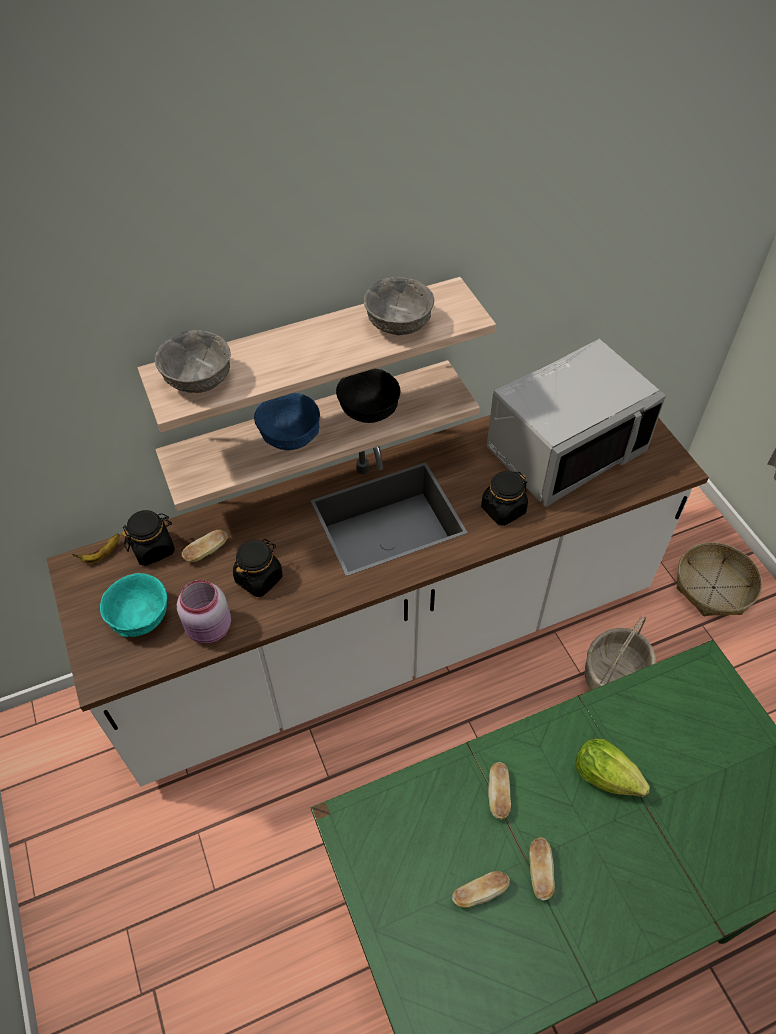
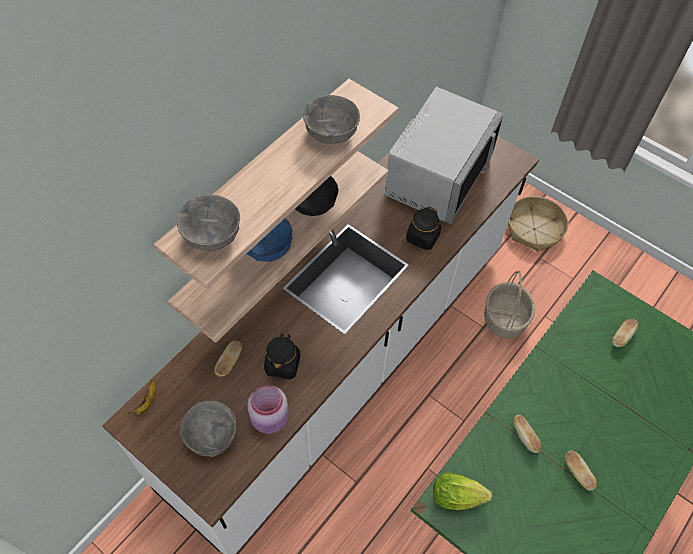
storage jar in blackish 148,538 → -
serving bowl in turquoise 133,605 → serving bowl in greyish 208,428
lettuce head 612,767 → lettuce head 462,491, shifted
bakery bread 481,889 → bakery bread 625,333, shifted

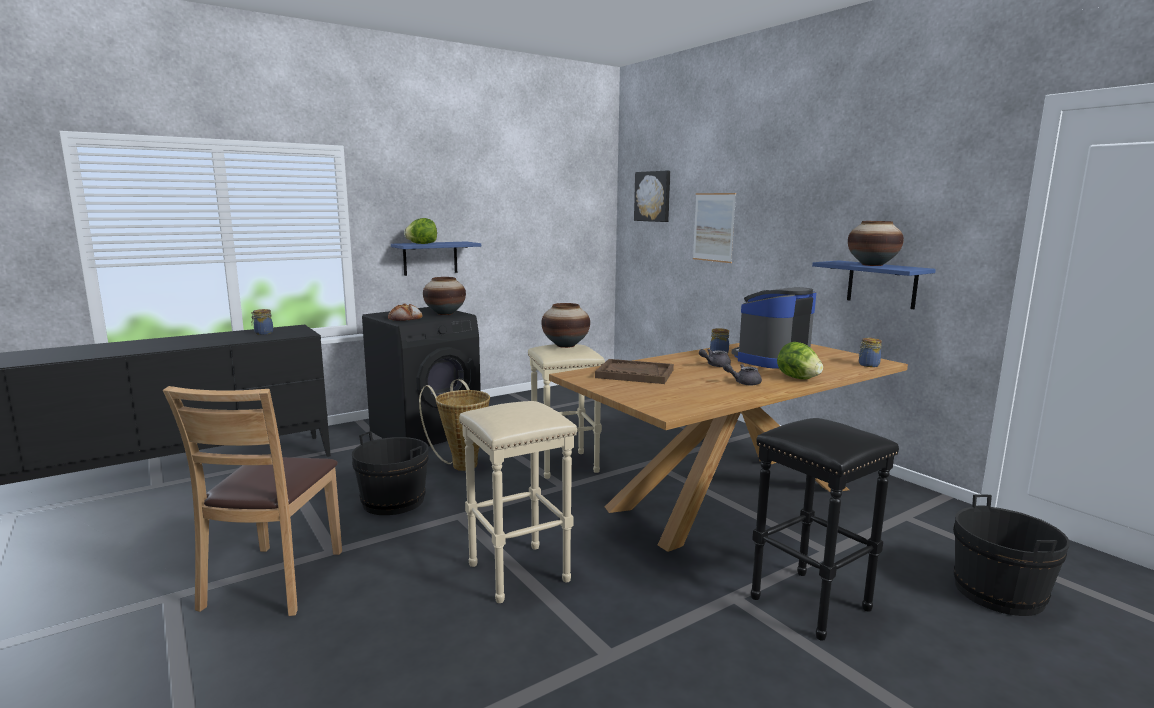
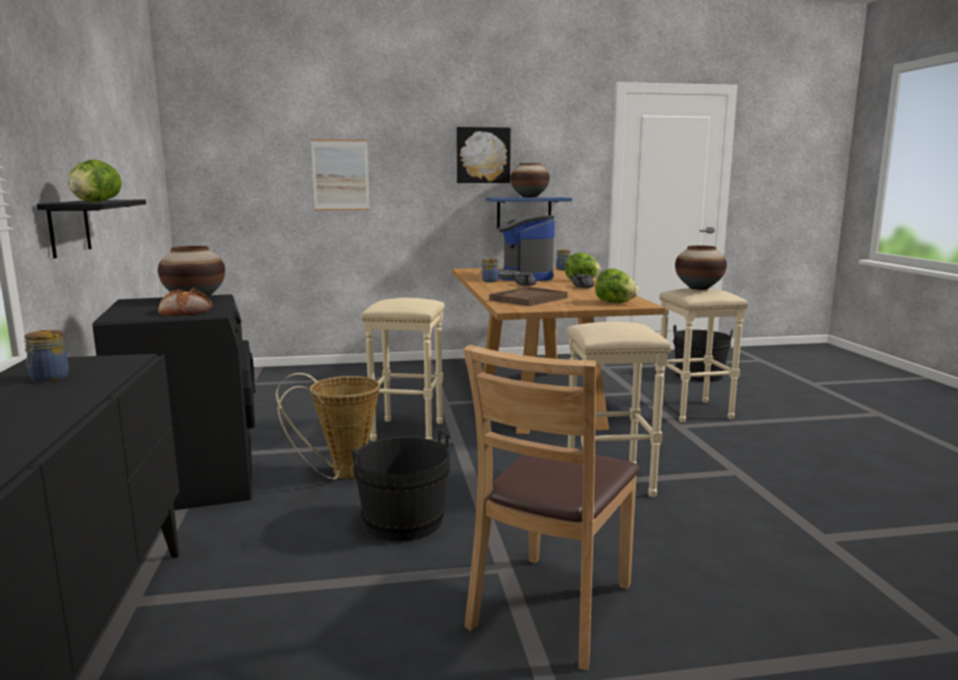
wall picture 652,196 → wall picture 483,155, shifted
wall shelf in bluish 436,258 → wall shelf in blackish 91,229
decorative vase 565,325 → decorative vase 701,267, shifted
plain chair in brown-coloured 252,501 → plain chair in brown-coloured 551,507, 90 degrees clockwise
stool seat in blackish 825,529 → stool seat in sand-coloured 703,355
- → lettuce head 617,286

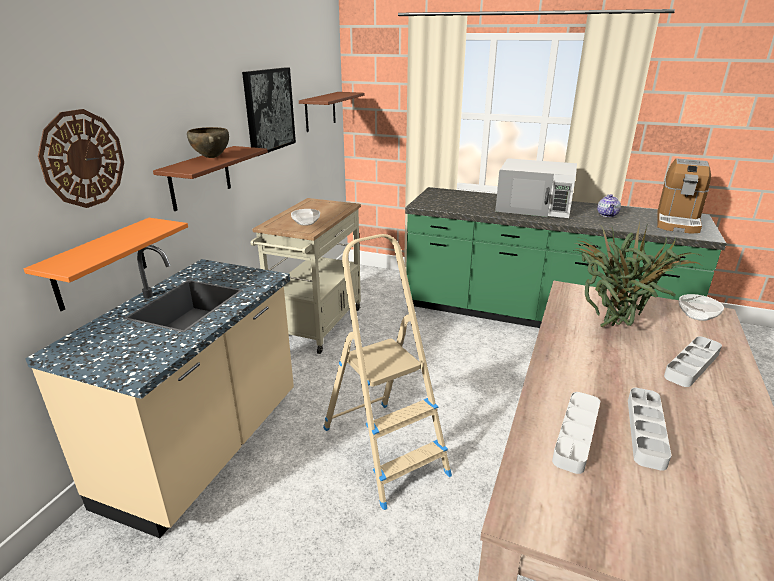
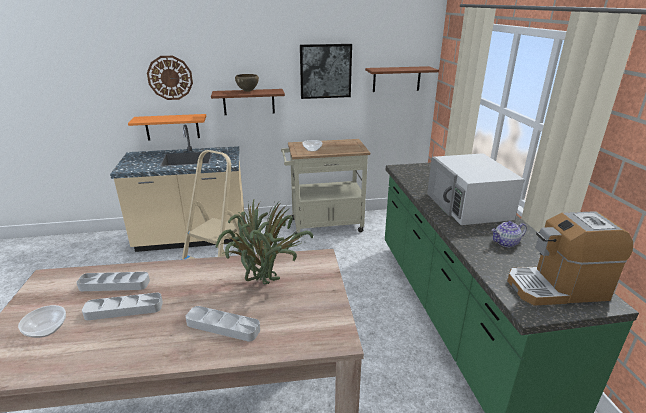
serving bowl 701,307 → serving bowl 42,321, shifted

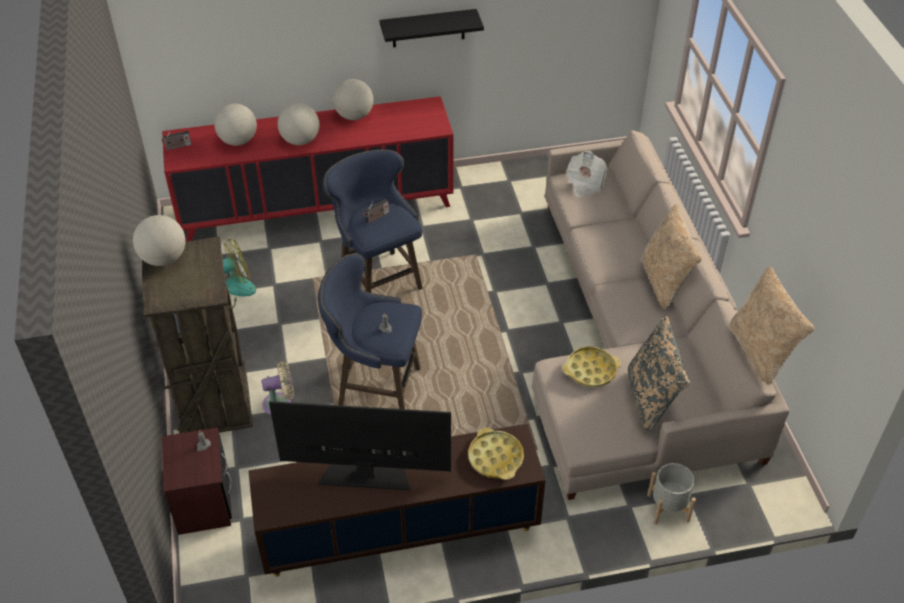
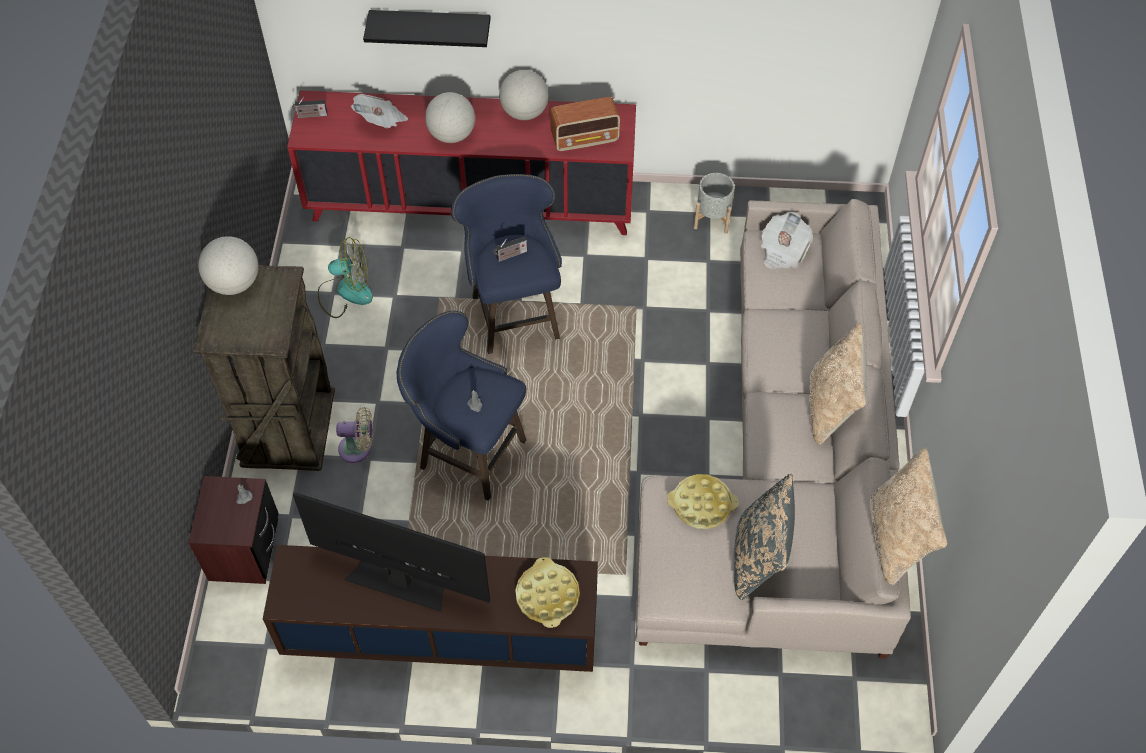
wall shelf in blackish 432,28 → wall shelf in blackish 427,28, shifted
globe 235,125 → printed paper 379,111
plant pot in greyish 671,494 → plant pot in greyish 714,203, shifted
- → radio set 585,124

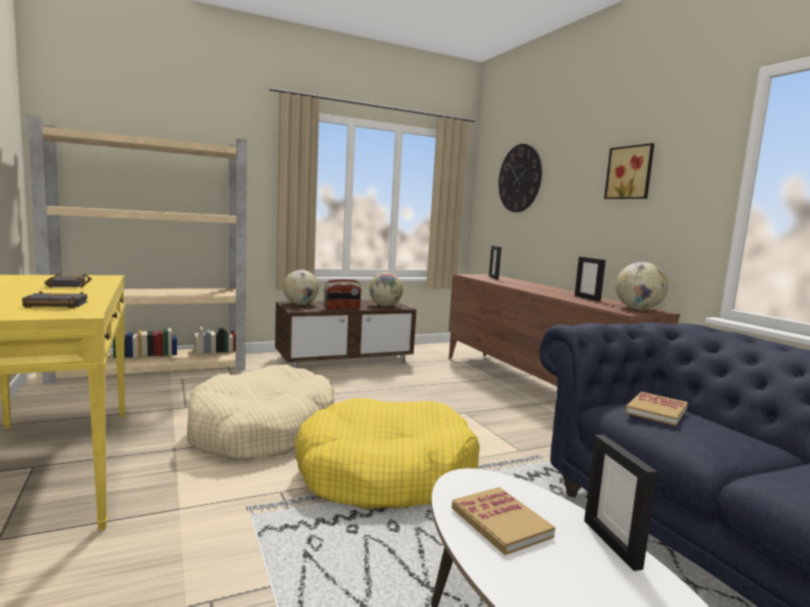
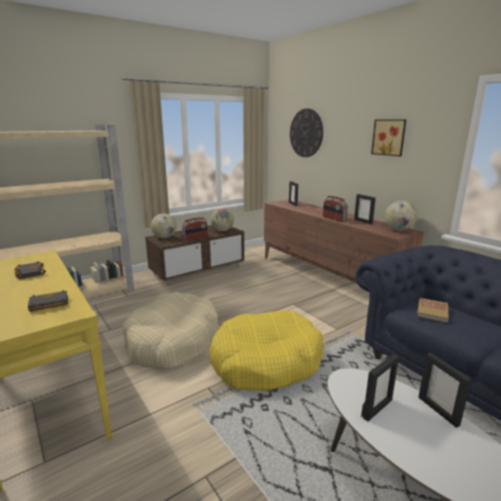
book 503,521 → standing frame 380,387
- → radio set 335,209

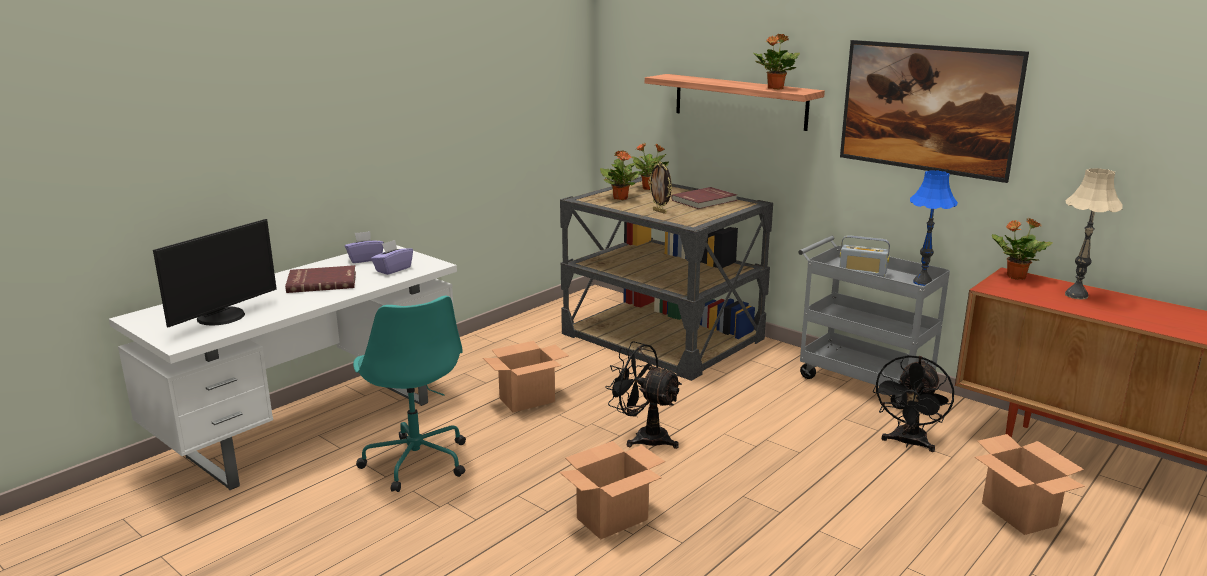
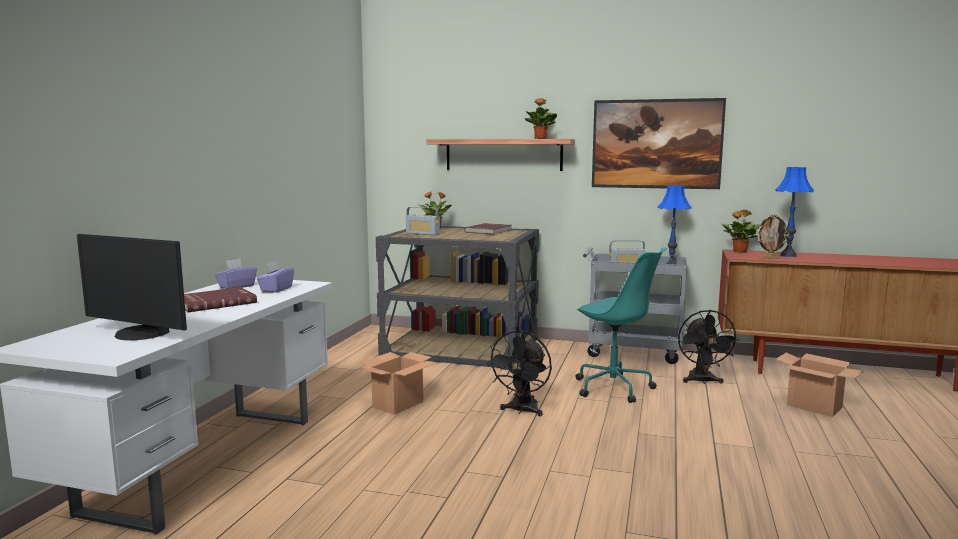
potted plant 619,175 → radio set 423,221
standing frame 660,188 → standing frame 773,236, shifted
table lamp in sand-coloured 1094,233 → table lamp in bluish 794,212
computer screen 215,273 → computer screen 132,287, 105 degrees clockwise
desk chair in turquoise 409,394 → desk chair in turquoise 621,325, shifted
electric fan in blackish 643,395 → electric fan in blackish 519,373, 75 degrees counterclockwise
packing box 612,490 → -

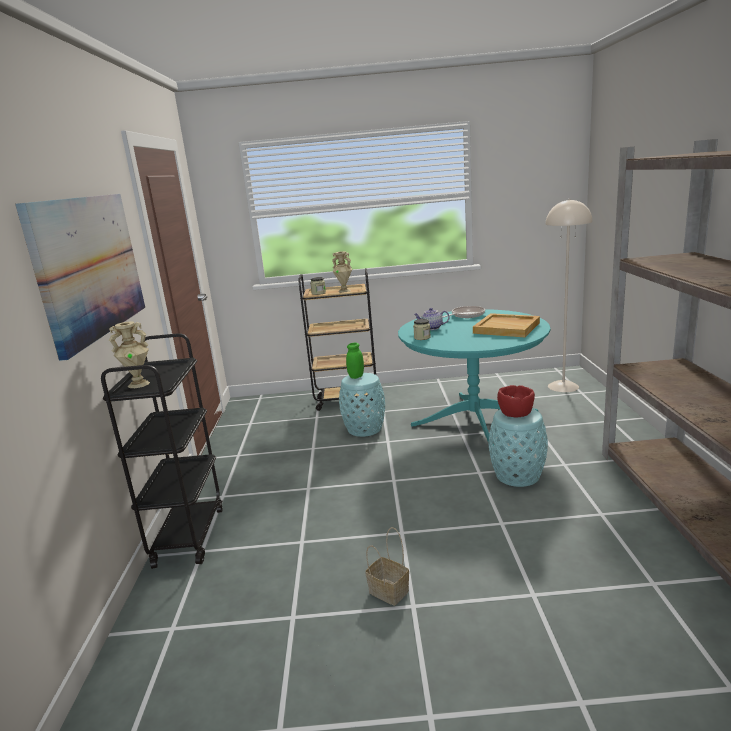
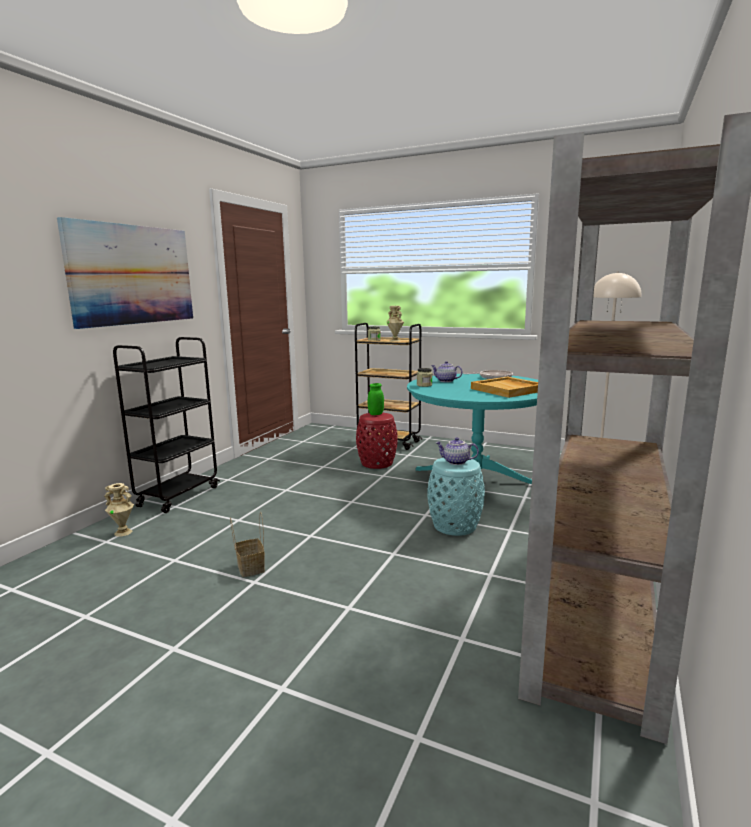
decorative vase in sand-coloured 129,354 → decorative vase in sand-coloured 119,510, shifted
stool seat in turquoise 362,405 → stool seat in red 377,441
serving bowl in red 516,401 → pot for tea 457,451

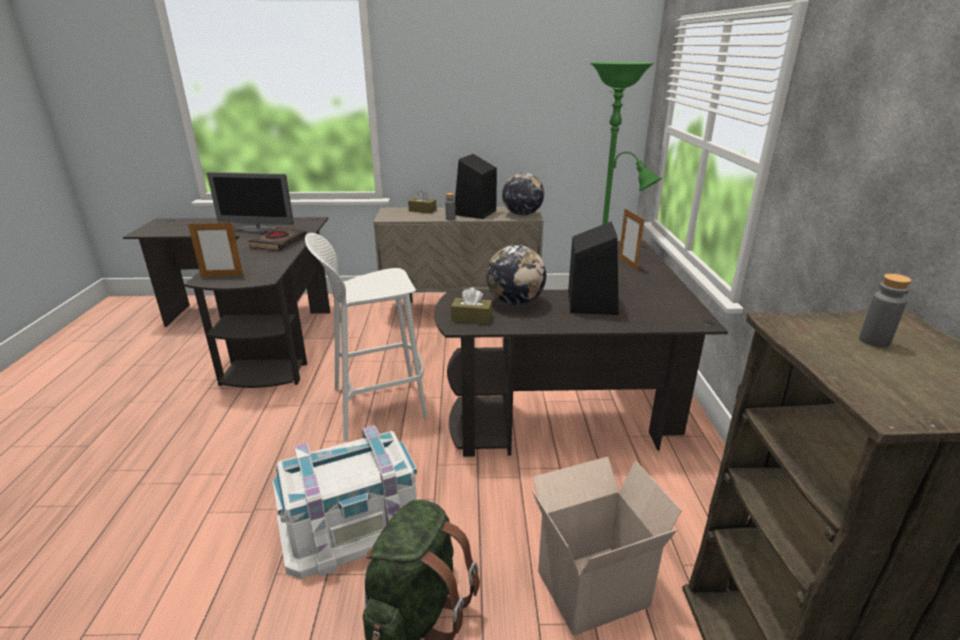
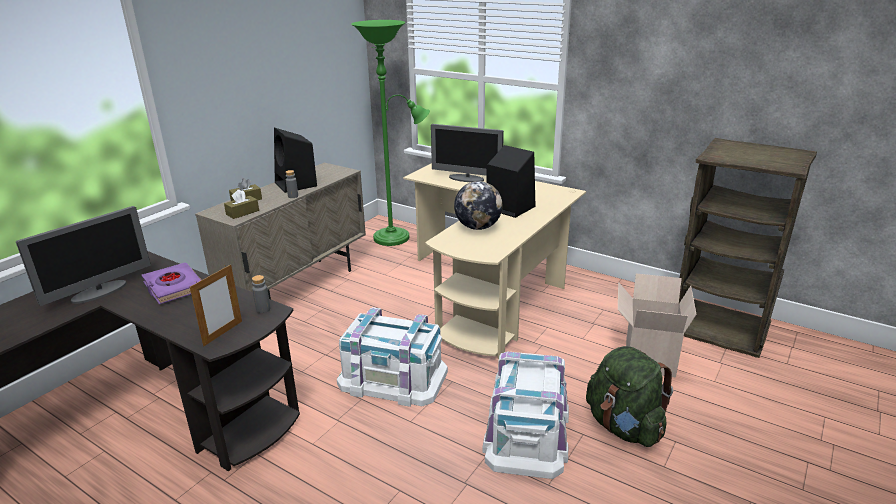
globe 523,194 → -
standing frame 631,240 → computer screen 467,153
book in blackish 278,239 → book in purplish 171,283
stool seat in white 366,337 → storage bin in white 392,357
desk in blackish 581,349 → desk in sand-coloured 494,261
bottle in greyish 885,310 → bottle in greyish 261,294, shifted
box of tissues in brown-coloured 471,305 → box of tissues in brown-coloured 241,204, shifted

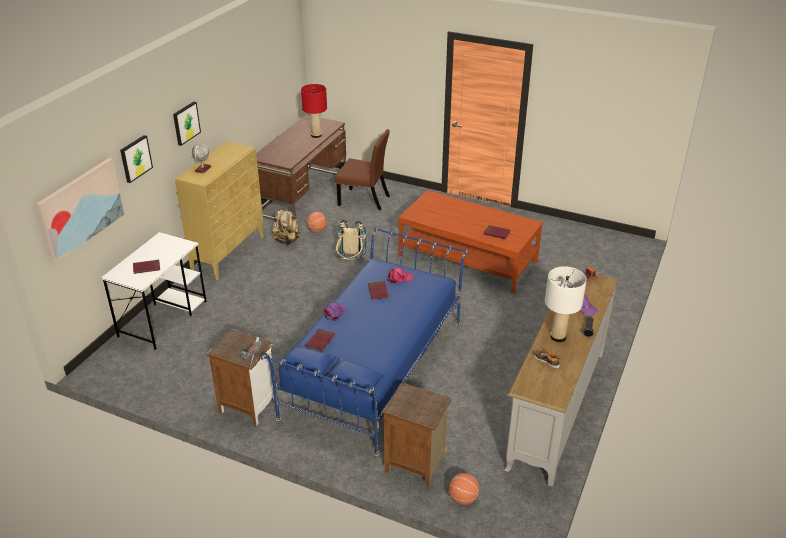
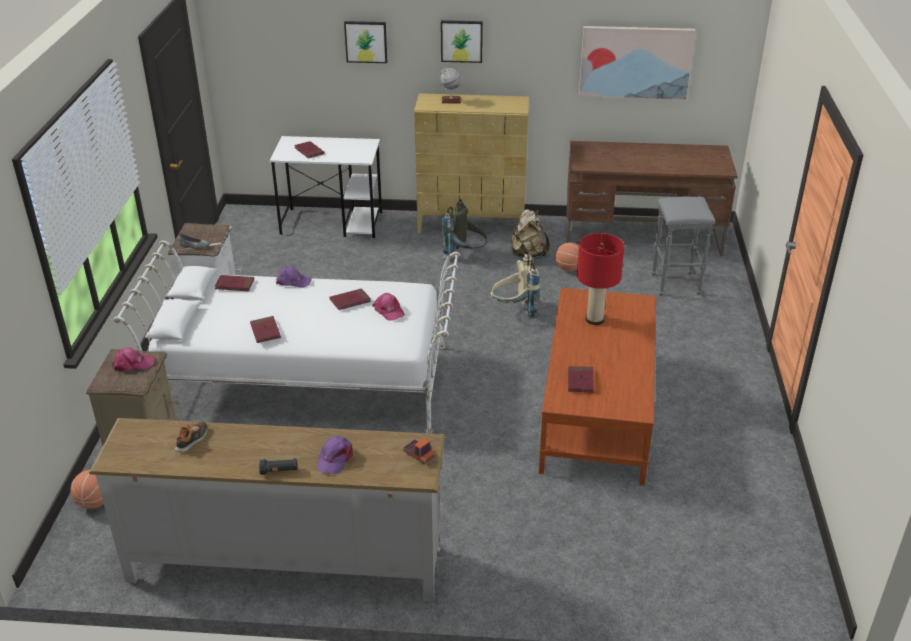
table lamp in red 314,111 → table lamp in red 600,279, shifted
plain chair in brown-coloured 362,169 → stool seat in greyish 683,246
wall picture 80,210 → wall picture 637,63, shifted
bedroom bed in bluish 364,341 → bedroom bed in white 286,337
table lamp in white 566,304 → -
- → rucksack in greyish 465,229
- → book in red 265,329
- → cap in pink 133,359

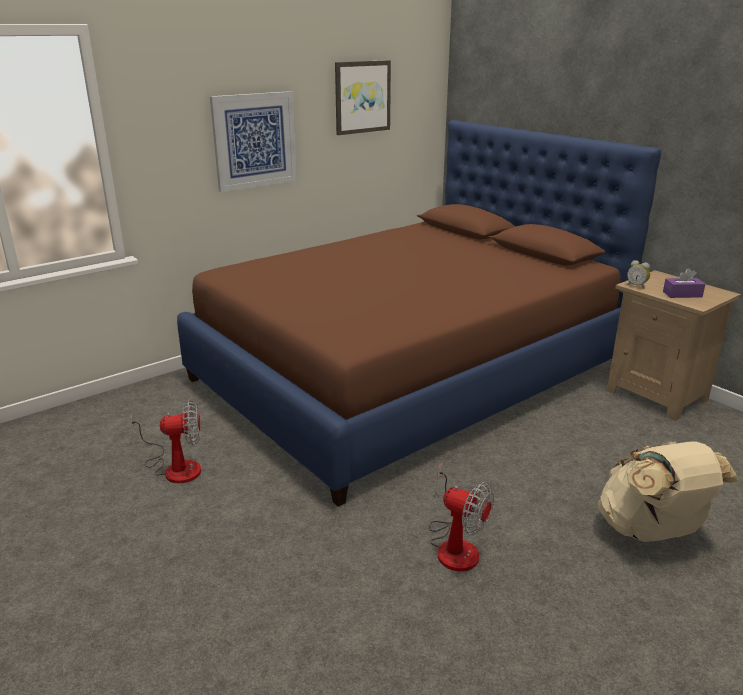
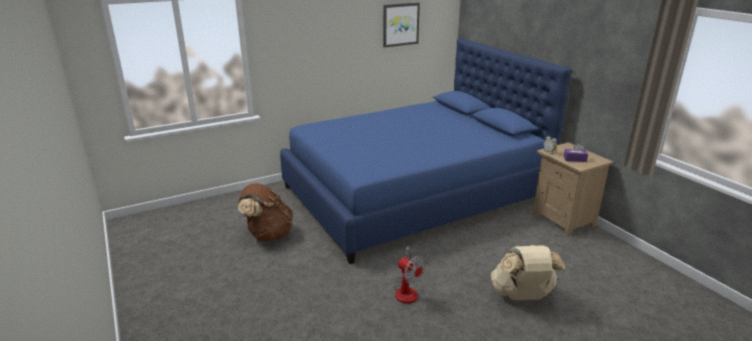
wall picture 253,141 → -
bedroom bed in brown-coloured 419,313 → bedroom bed in bluish 425,151
electric fan 165,442 → rucksack in brown-coloured 265,212

